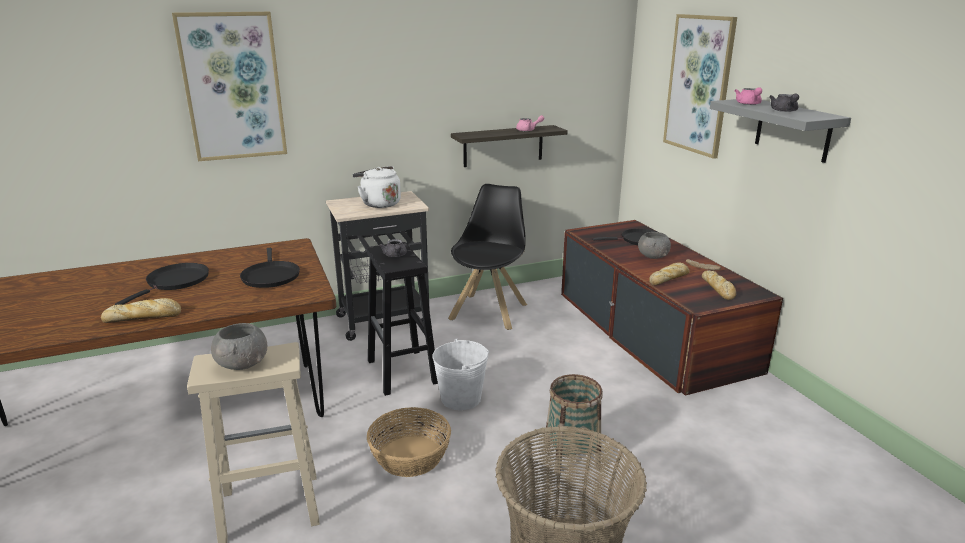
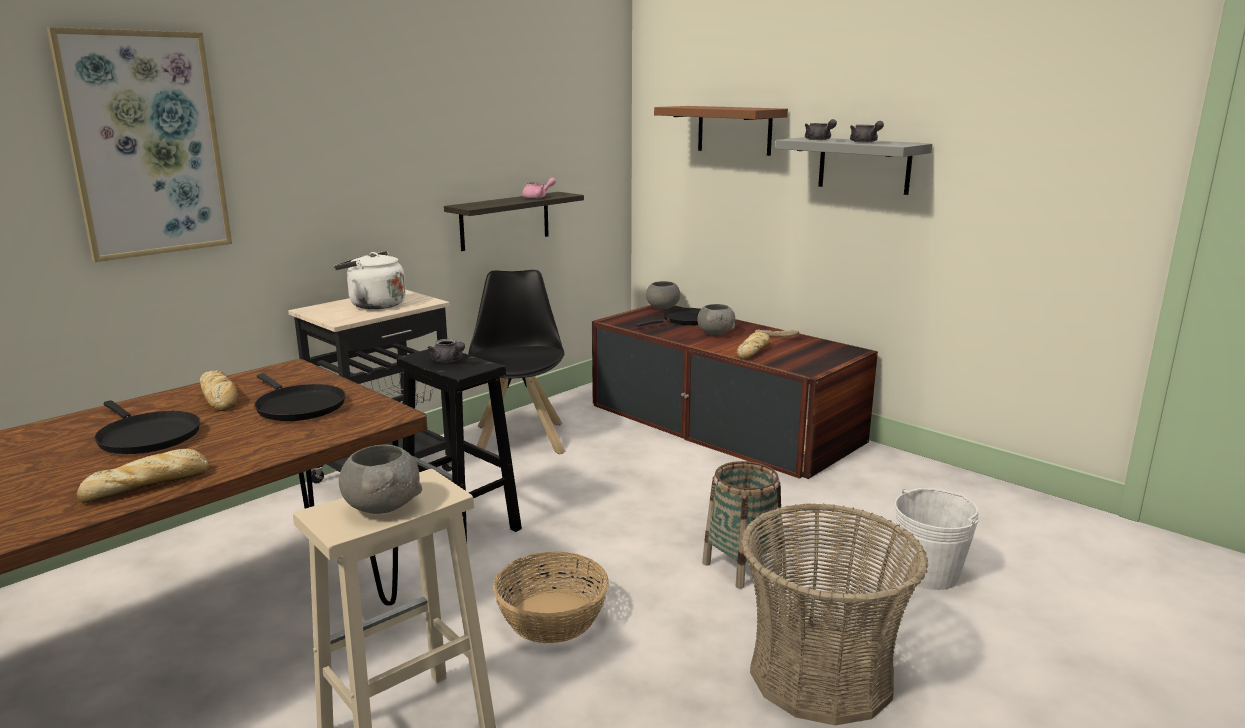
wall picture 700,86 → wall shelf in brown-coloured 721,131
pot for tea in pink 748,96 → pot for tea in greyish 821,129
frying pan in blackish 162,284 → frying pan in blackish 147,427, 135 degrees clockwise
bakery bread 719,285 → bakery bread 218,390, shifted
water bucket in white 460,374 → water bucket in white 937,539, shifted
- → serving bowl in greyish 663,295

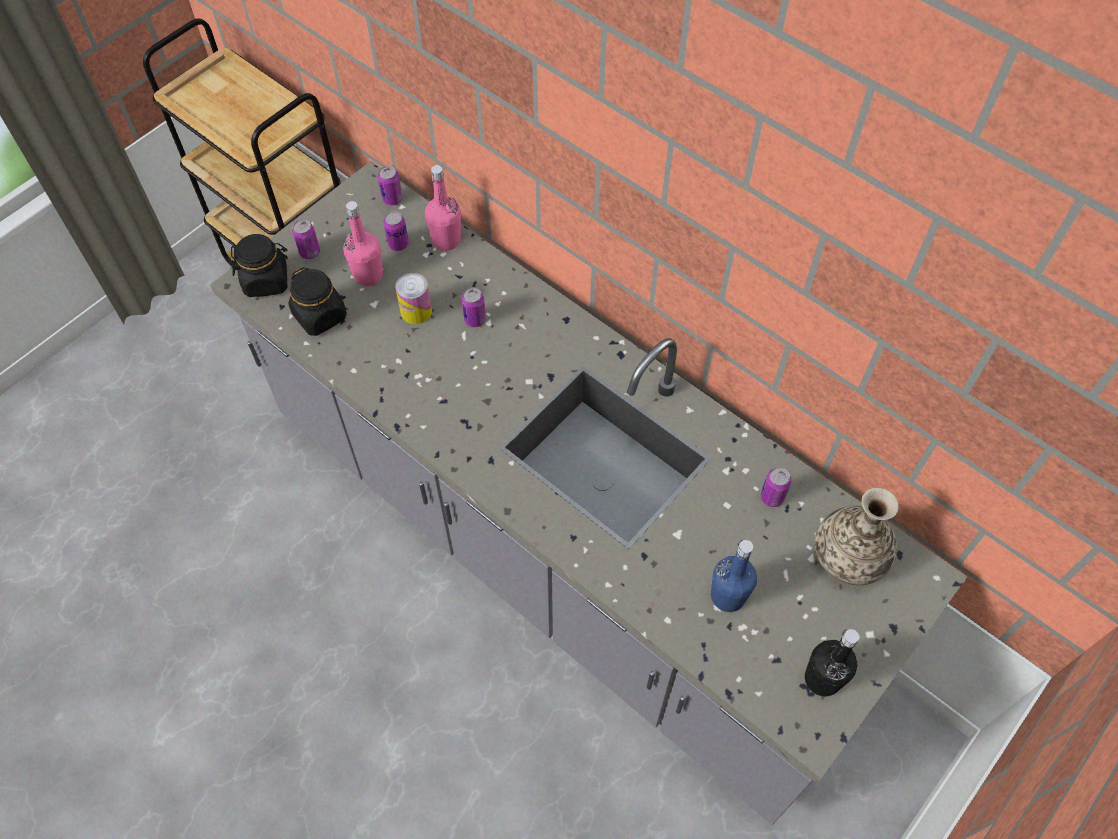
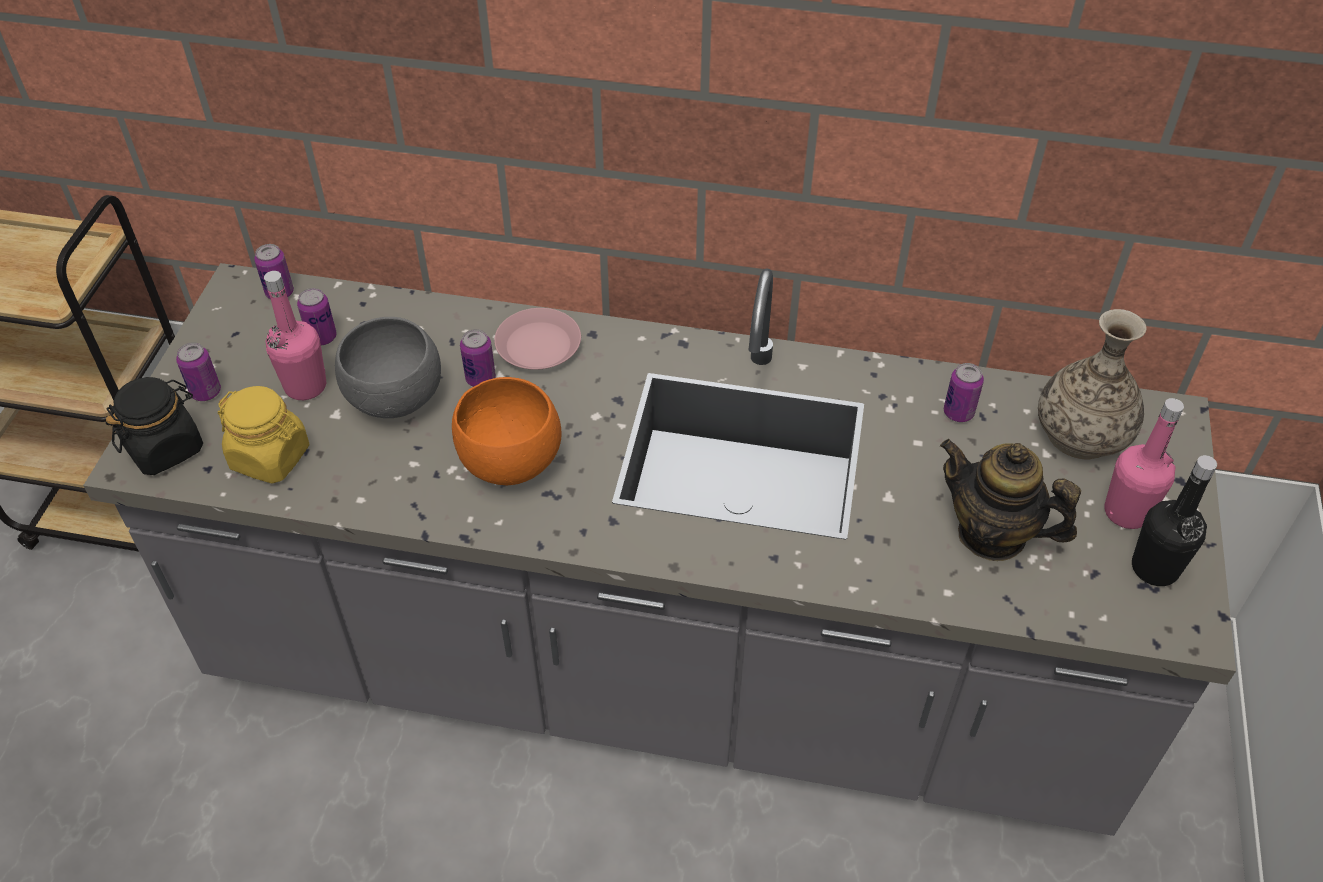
bottle in pink 443,208 → bottle in pink 1144,463, shifted
storage jar in blackish 317,301 → storage jar in yellow 263,435
can 413,298 → serving bowl in greyish 388,367
bottle in bluish 734,576 → pot for tea 1010,500
- → dinner plate in pink 537,339
- → serving bowl in orange 507,431

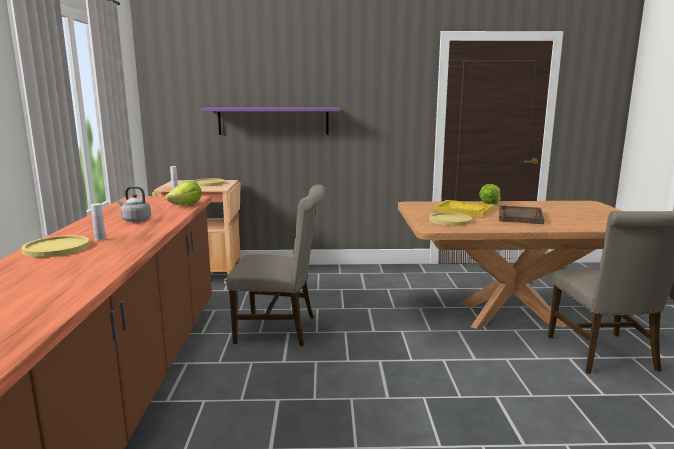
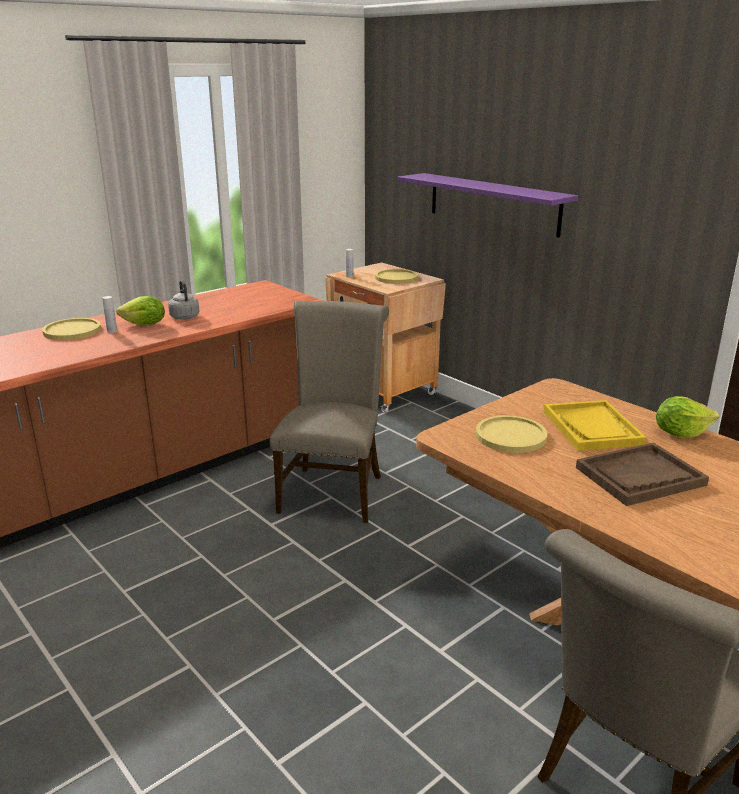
lettuce head 183,193 → lettuce head 140,310, shifted
plain chair in sand-coloured 275,265 → plain chair in sand-coloured 329,412, 135 degrees counterclockwise

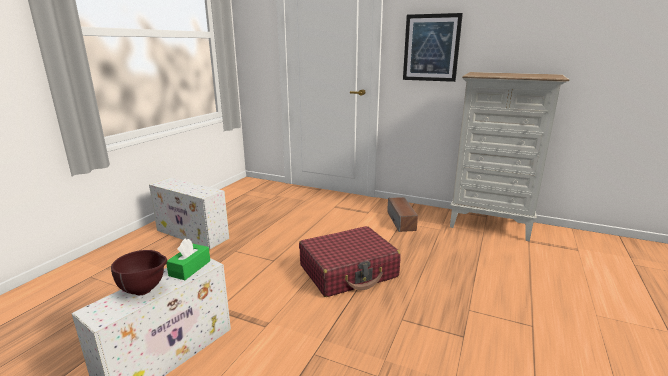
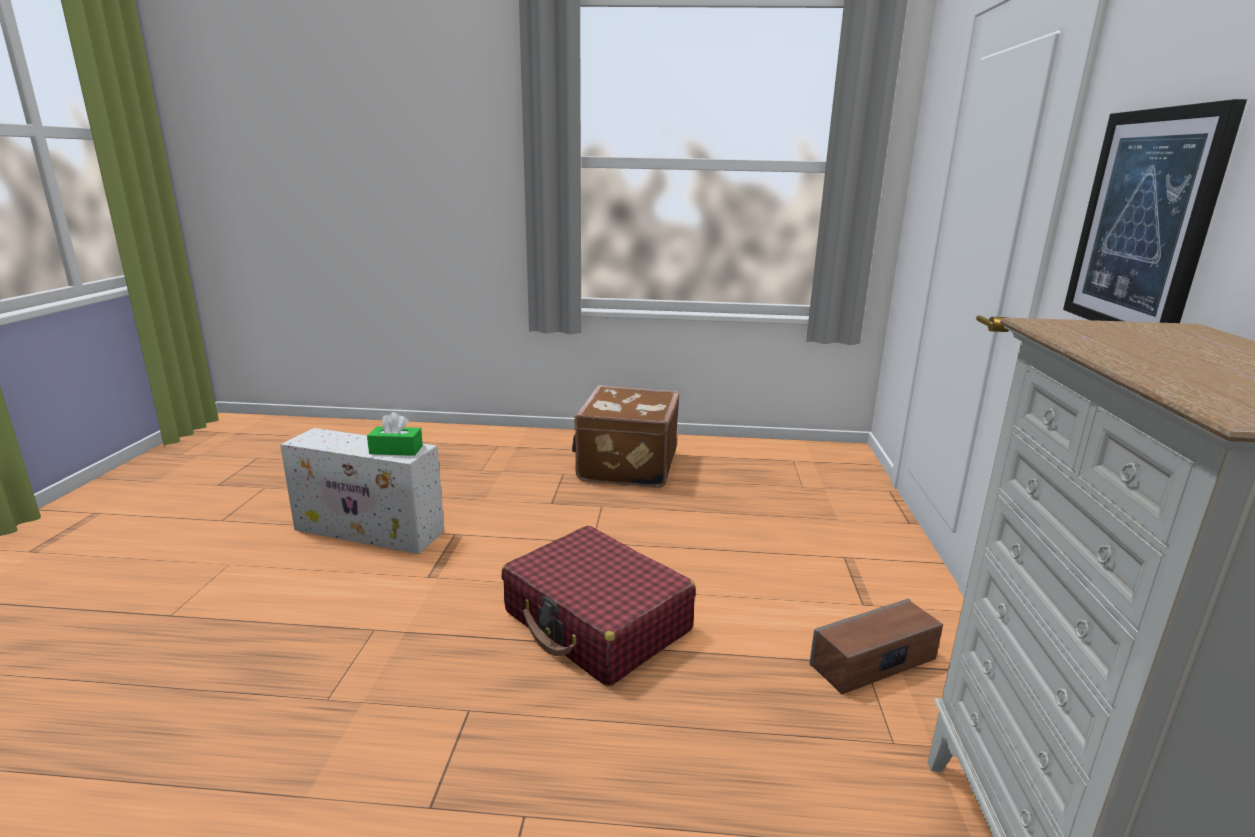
storage bin in white 189,213 → suitcase in brown-coloured 625,436
serving bowl in brown-coloured 139,272 → -

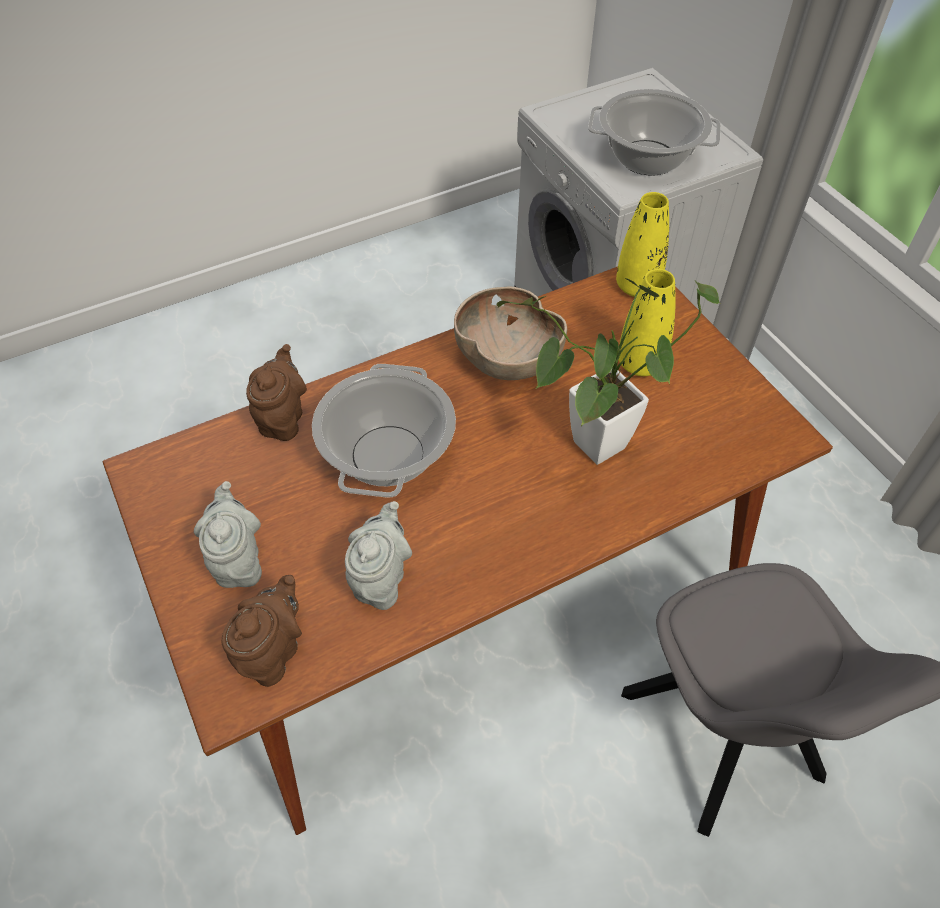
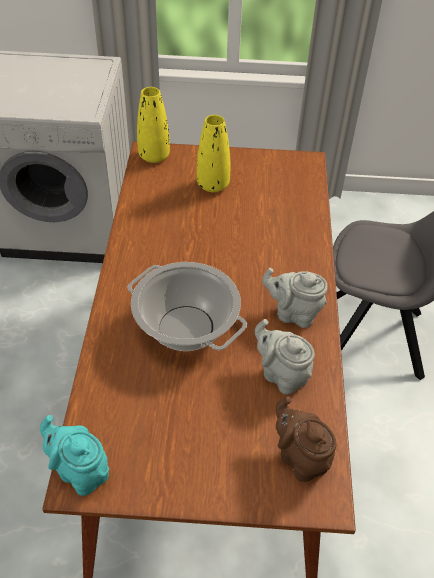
cooking pot 654,132 → -
potted plant 608,371 → -
serving bowl in brown-coloured 510,333 → -
pot for tea in brown-coloured 276,392 → -
pot for tea in greyish 228,534 → pot for tea in greyish 294,298, shifted
- → pot for tea in turquoise 74,455

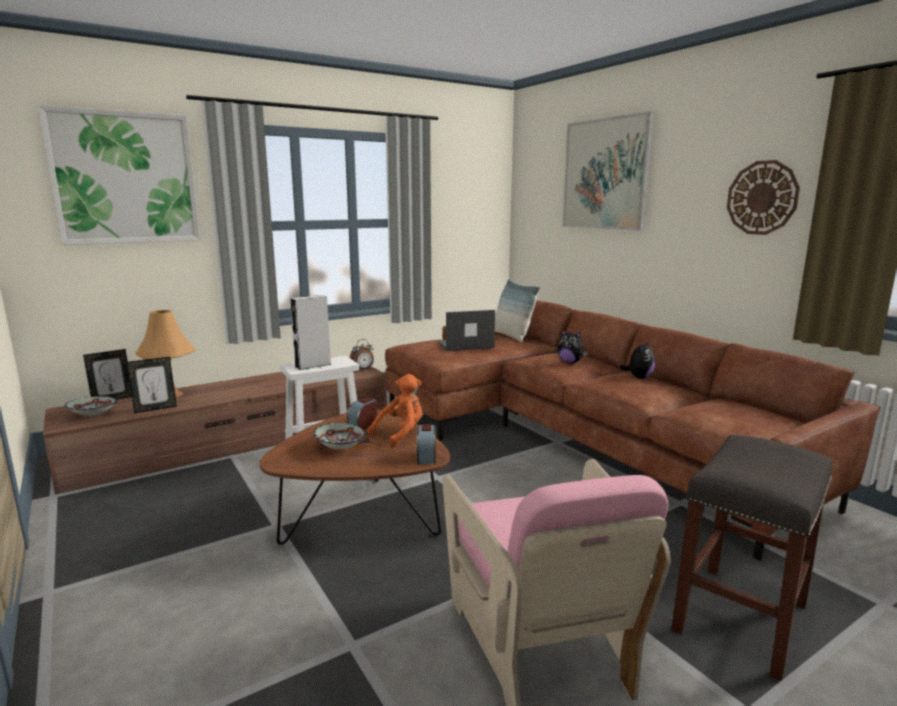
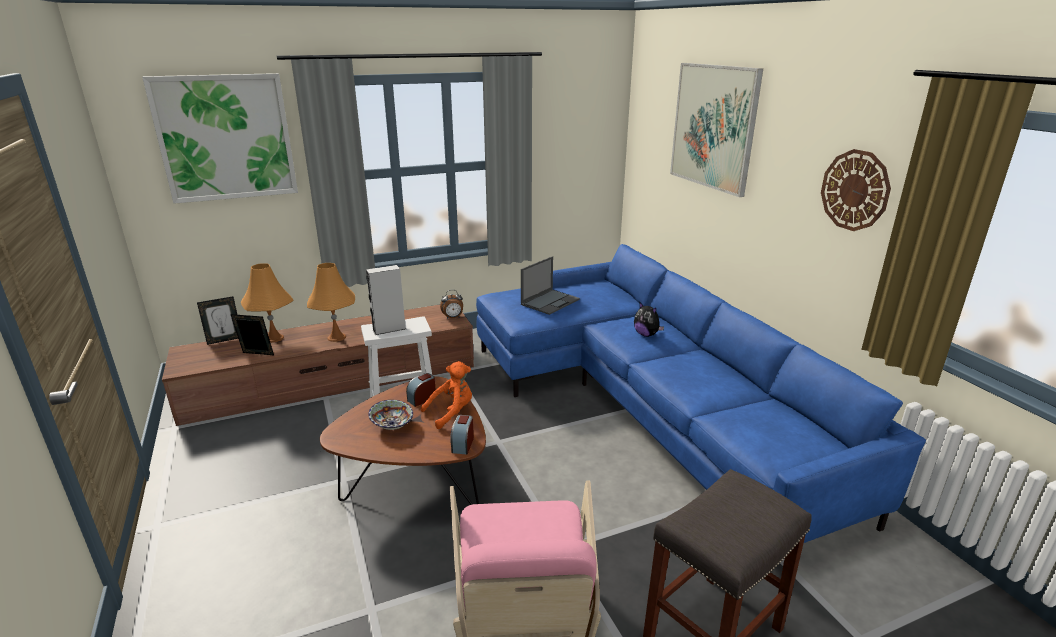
pillow 517,310 → -
settee in brown-coloured 632,430 → settee in bluish 701,393
portable computer 466,330 → portable computer 550,285, 135 degrees clockwise
soft toy 637,360 → -
standing frame 151,385 → standing frame 252,334, 150 degrees counterclockwise
serving bowl 91,406 → -
- → table lamp in orange 331,302

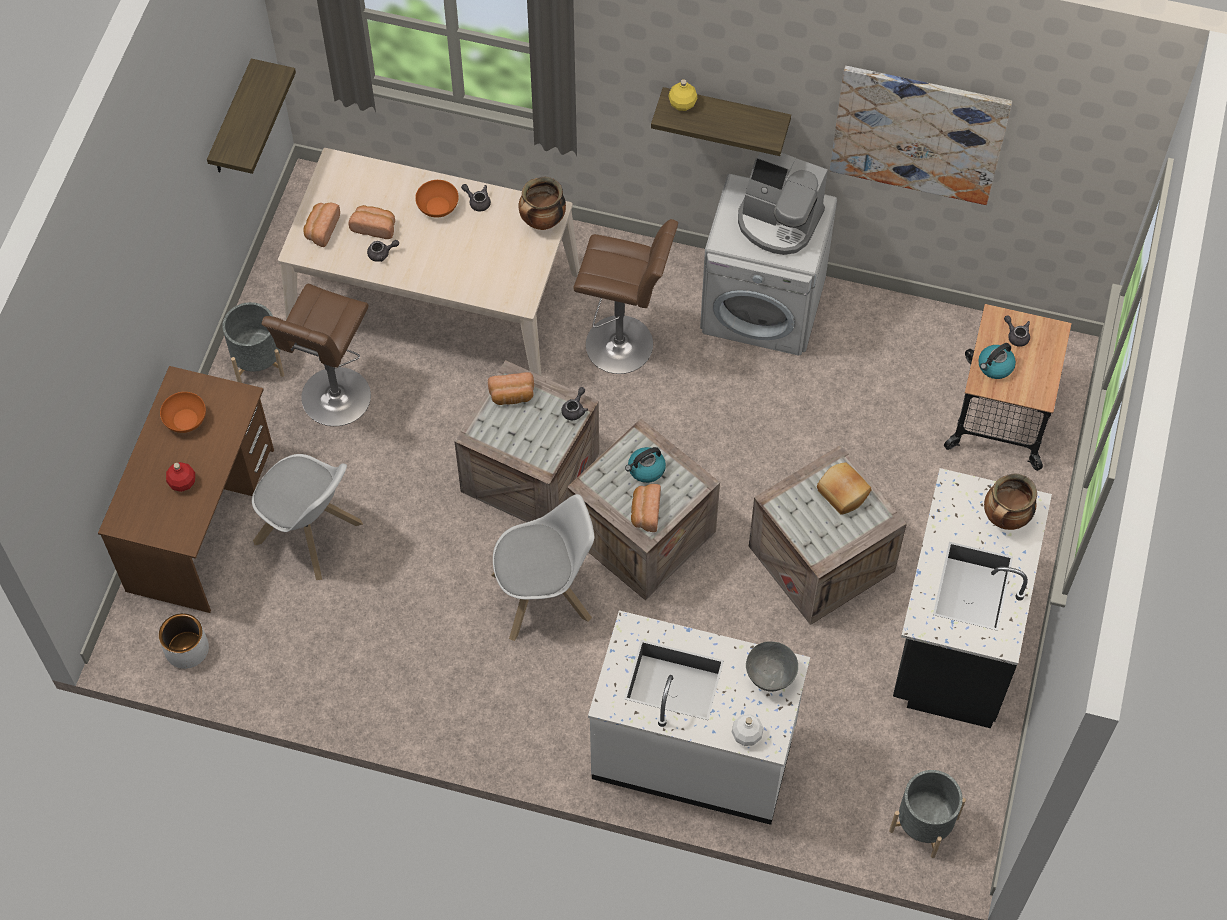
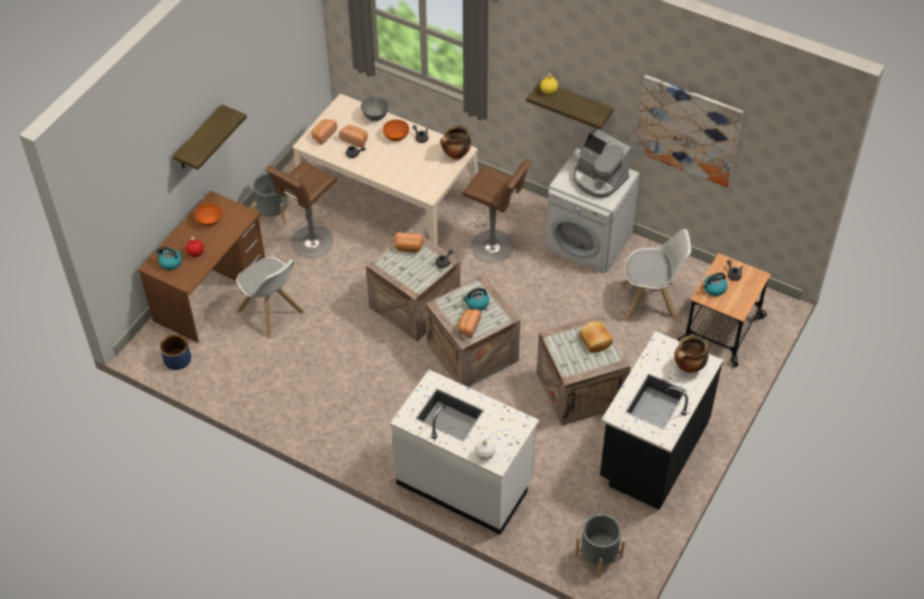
wall shelf 251,116 → wall shelf 210,137, shifted
plain chair 543,567 → plain chair 656,275, shifted
plant pot in white 183,641 → plant pot in bluish 175,352
serving bowl in greyish 772,666 → serving bowl in greyish 375,108, shifted
- → kettle 168,258

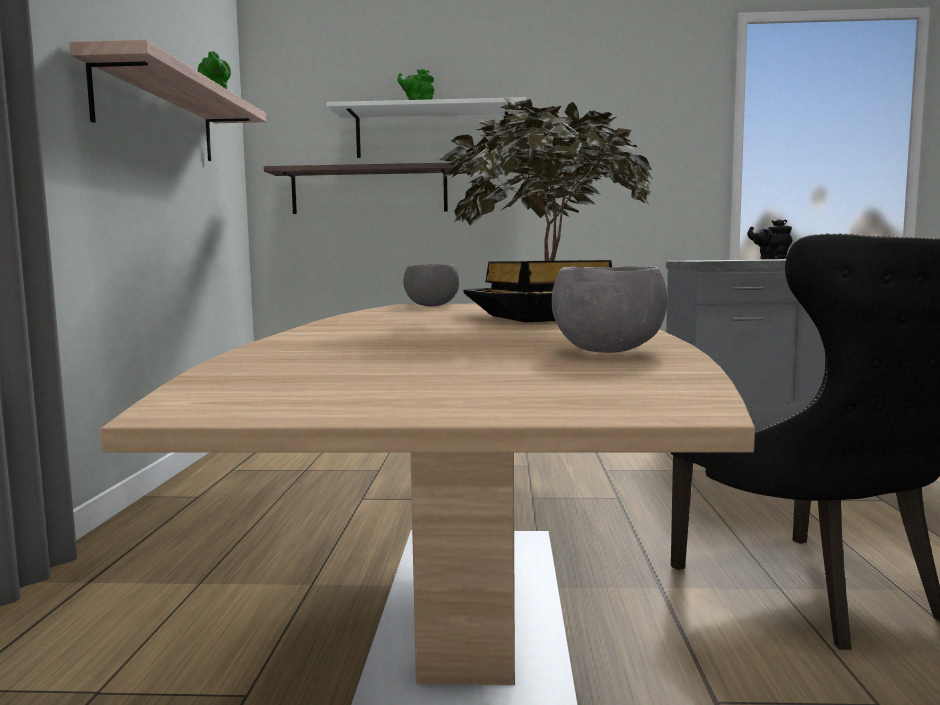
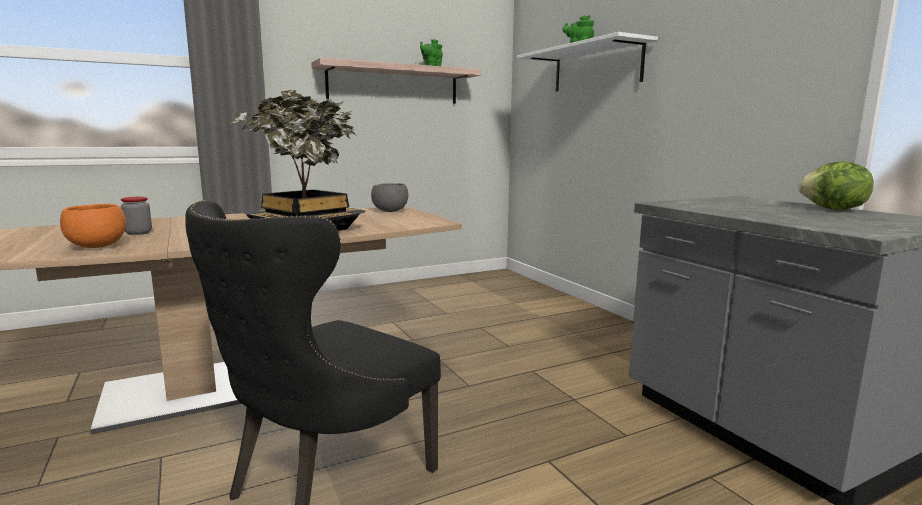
wall shelf 359,188 → -
pot for tea in blackish 769,239 → lettuce head 836,185
serving bowl in greyish 609,309 → serving bowl in orange 93,226
- → storage jar 136,216

